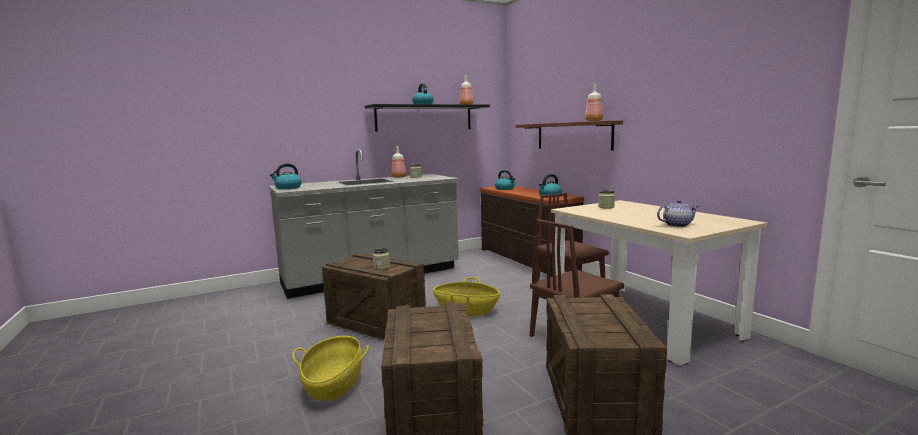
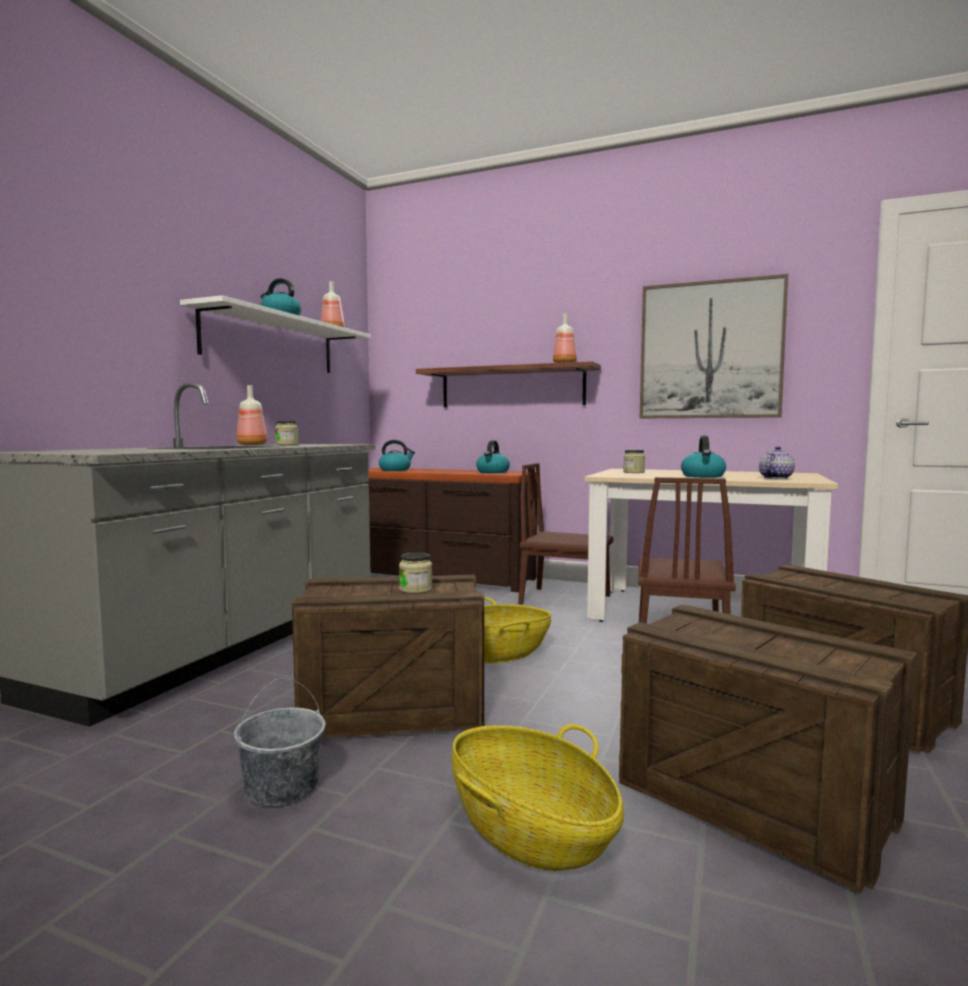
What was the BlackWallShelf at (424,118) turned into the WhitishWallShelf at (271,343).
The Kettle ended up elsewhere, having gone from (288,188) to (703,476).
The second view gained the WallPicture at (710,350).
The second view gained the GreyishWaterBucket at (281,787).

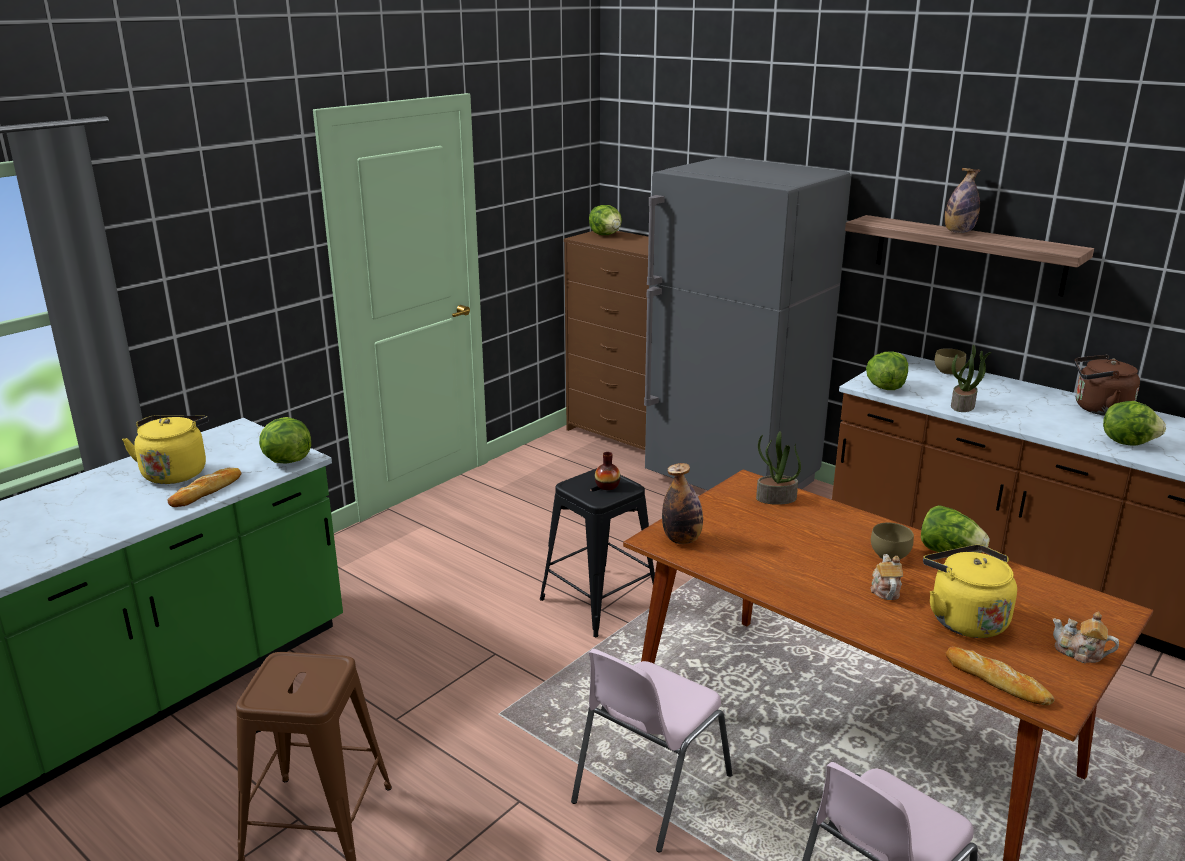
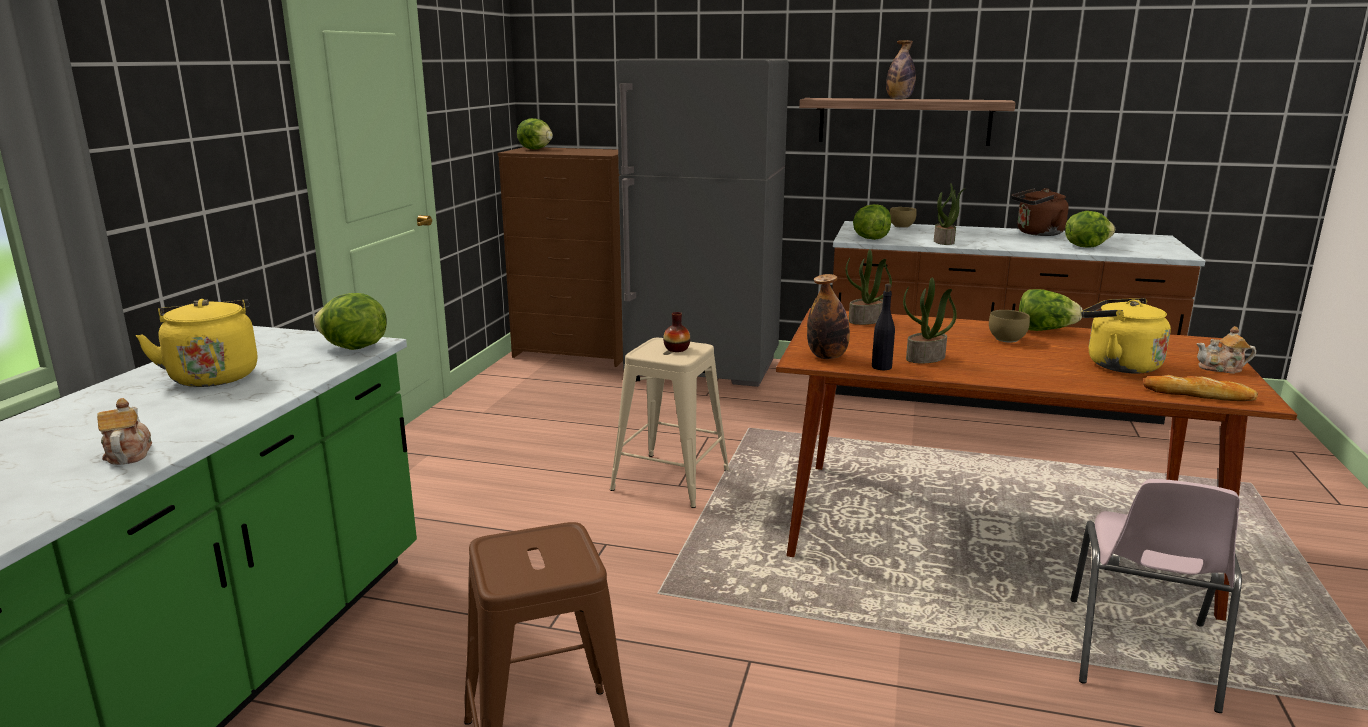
The second view lost the BakeryBread at (207,491).
What was the BlackStoolSeat at (599,602) turned into the SandColouredStoolSeat at (670,480).
The Teapot ended up elsewhere, having gone from (885,590) to (128,454).
The second view lost the PinkUprightChair at (649,789).
The second view gained the Houseplant at (925,358).
The second view gained the BlackDrinkBottle at (881,367).

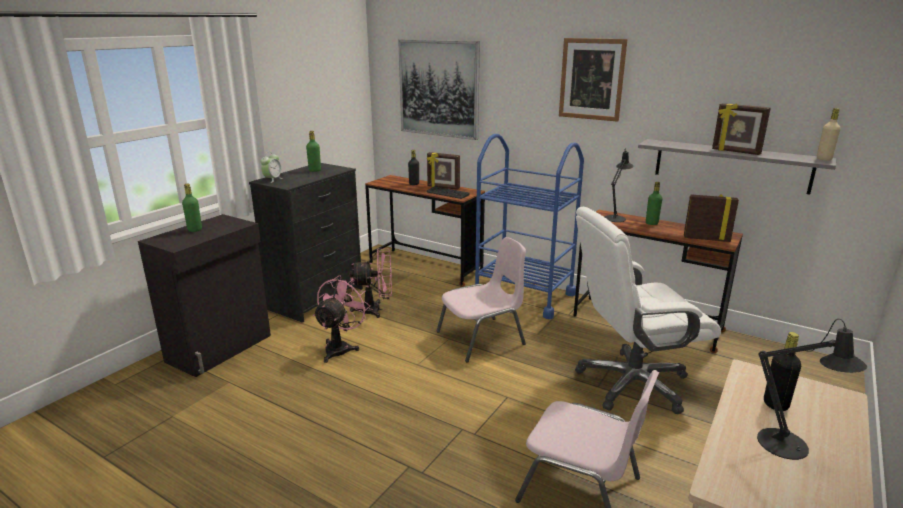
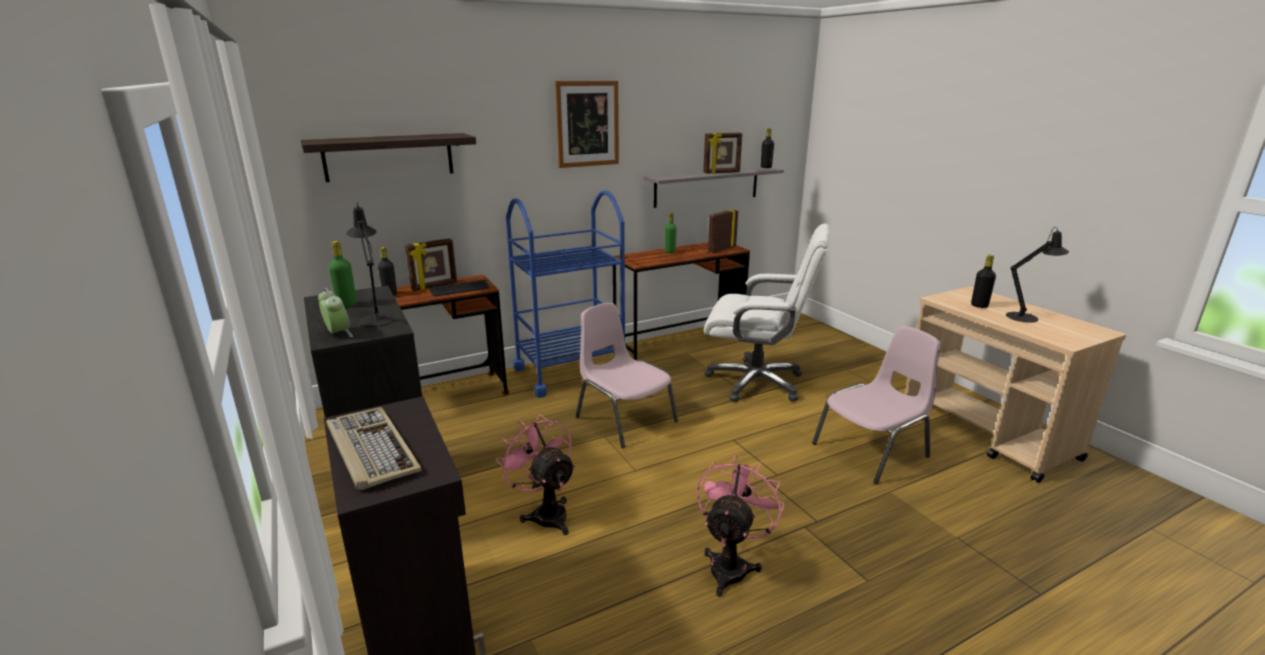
Where the WallPicture hung at (439,89), the WallShelf came to hang at (389,157).
What was the SandColouredDrinkBottle at (824,159) turned into the BlackDrinkBottle at (766,167).
The BlackTableLamp ended up elsewhere, having gone from (615,217) to (377,318).
Where the GreenDrinkBottle stood at (195,230), the PcKeyboard came to stand at (370,450).
The WhitishOfficeChair at (632,384) ended up facing another way, 90 degrees counterclockwise from before.
The PinkUprightChair at (482,338) ended up facing another way, 45 degrees counterclockwise from before.
The PinkFan ended up elsewhere, having gone from (376,310) to (731,564).

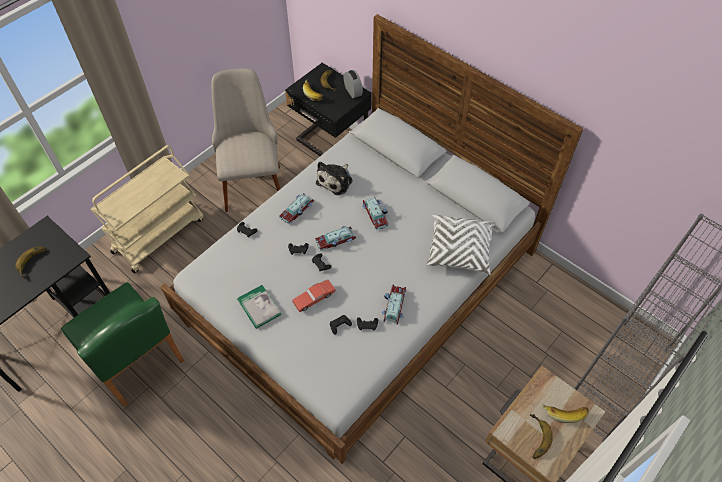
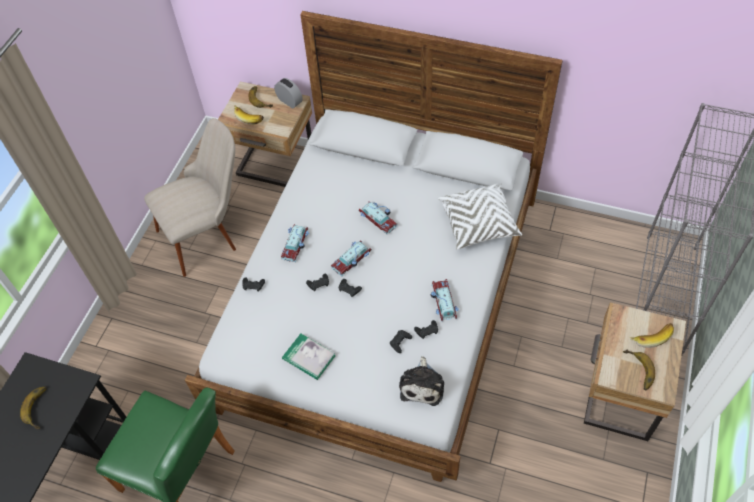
What was the BlackNightstand at (330,144) turned into the SandColouredNightstand at (275,166).
The SandColouredUprightChair at (252,178) ended up facing another way, 90 degrees clockwise from before.
The second view lost the SandColouredCart at (159,234).
The SoftToy ended up elsewhere, having gone from (336,180) to (422,385).
The second view lost the ReddishModelCar at (314,298).

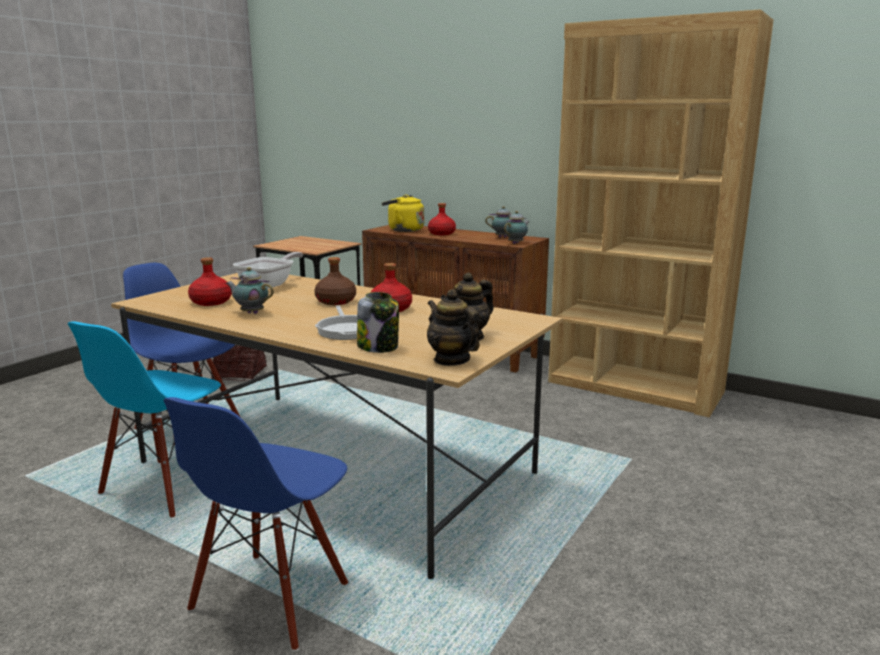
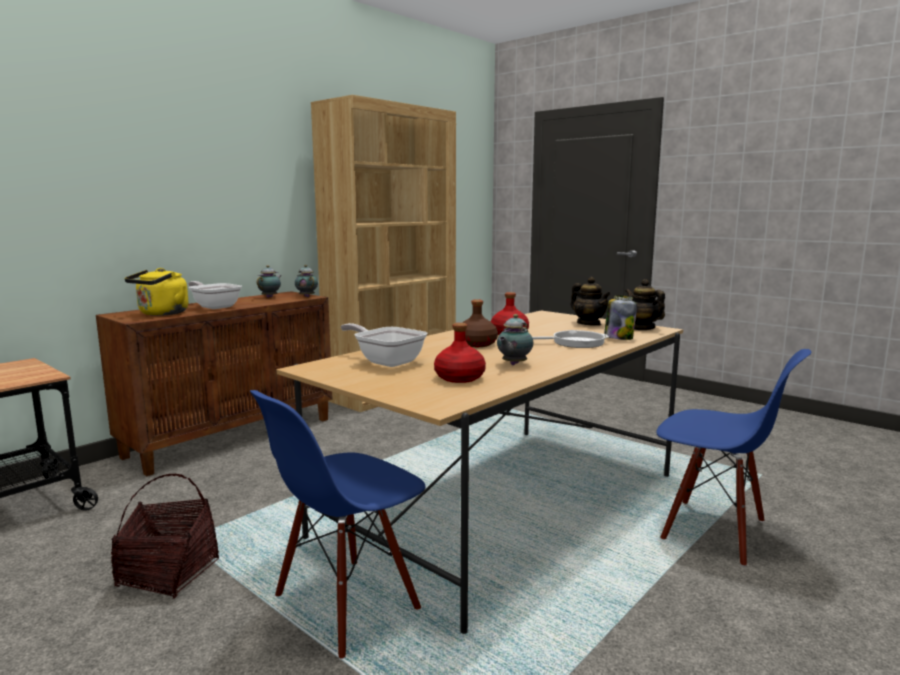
Where the ReddishDrinkBottle stood at (442,233), the Skillet came to stand at (214,306).
The Teapot at (451,360) ended up facing another way, 90 degrees clockwise from before.
The second view lost the BluishUprightChair at (164,488).

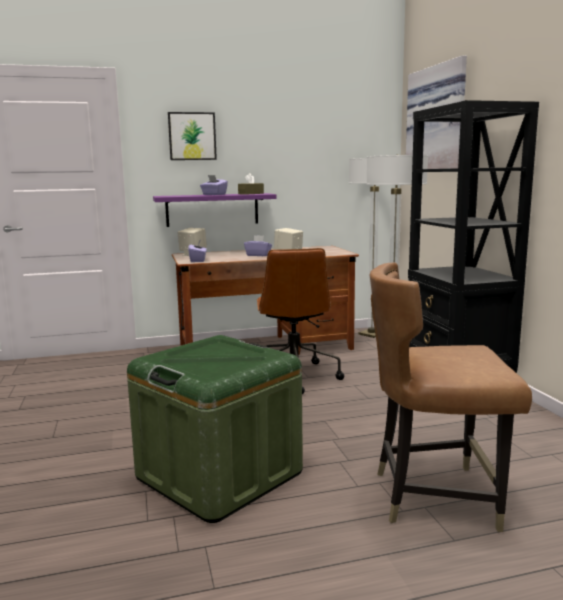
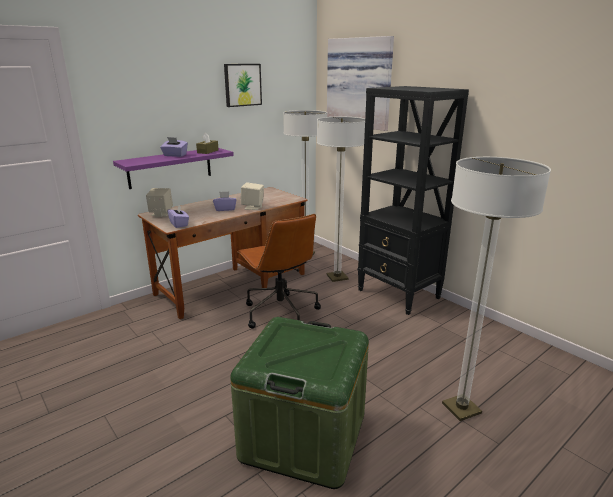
The WallPicture ended up elsewhere, having gone from (192,136) to (242,85).
Where the BrownishUprightChair stood at (435,496), the StandardLamp came to stand at (461,408).

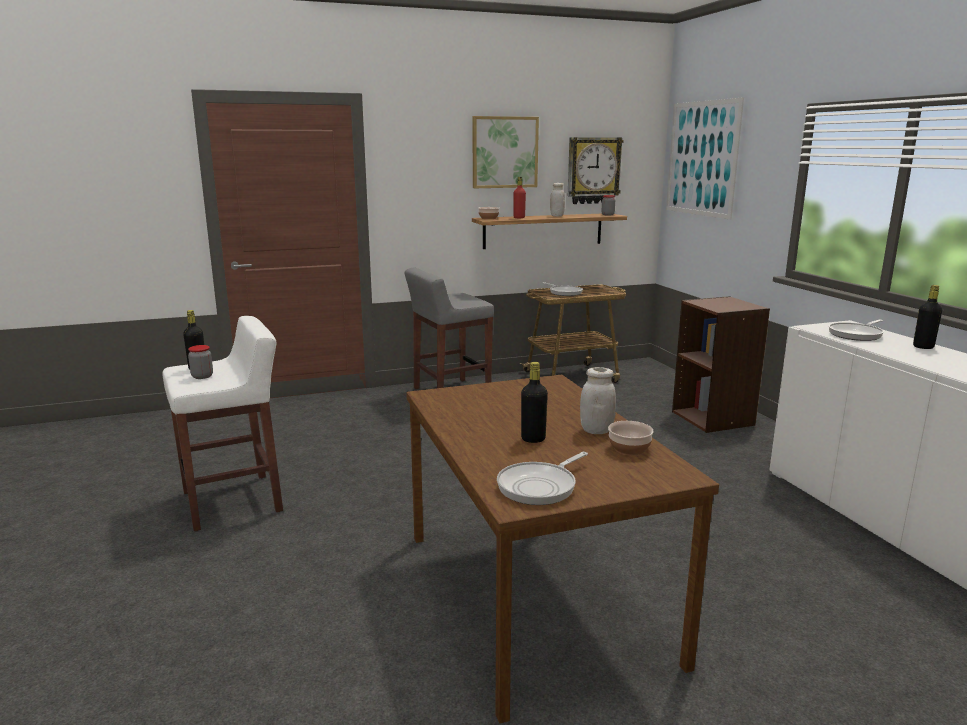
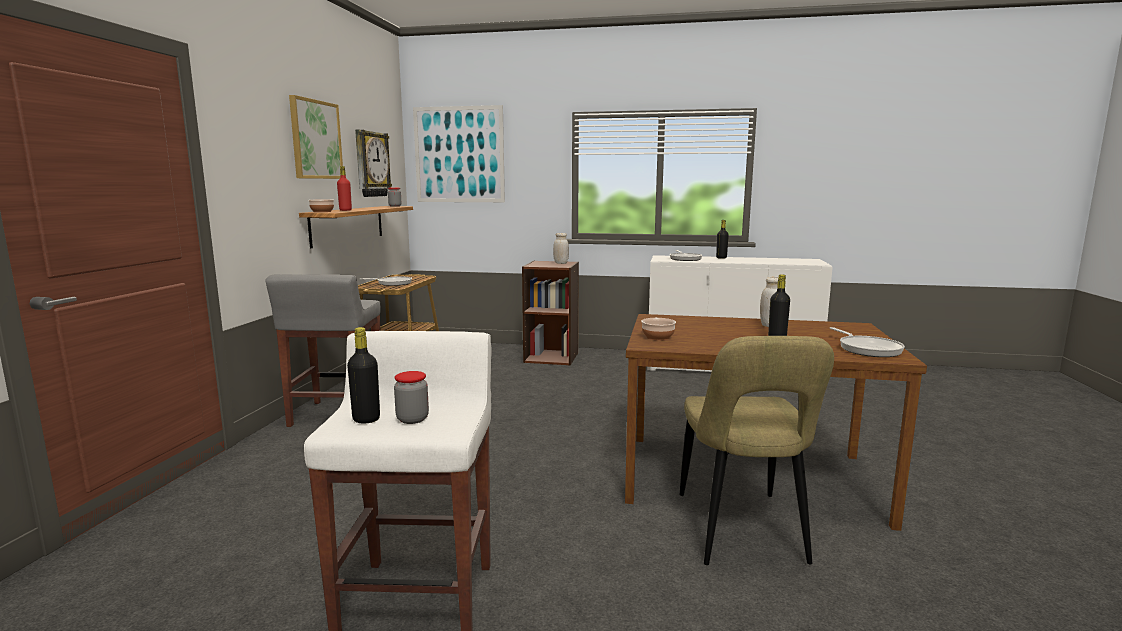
The WhitishStorageJar ended up elsewhere, having gone from (557,216) to (561,263).
The DeepDish ended up elsewhere, having gone from (629,449) to (658,337).
The second view gained the SandColouredUprightChair at (742,532).

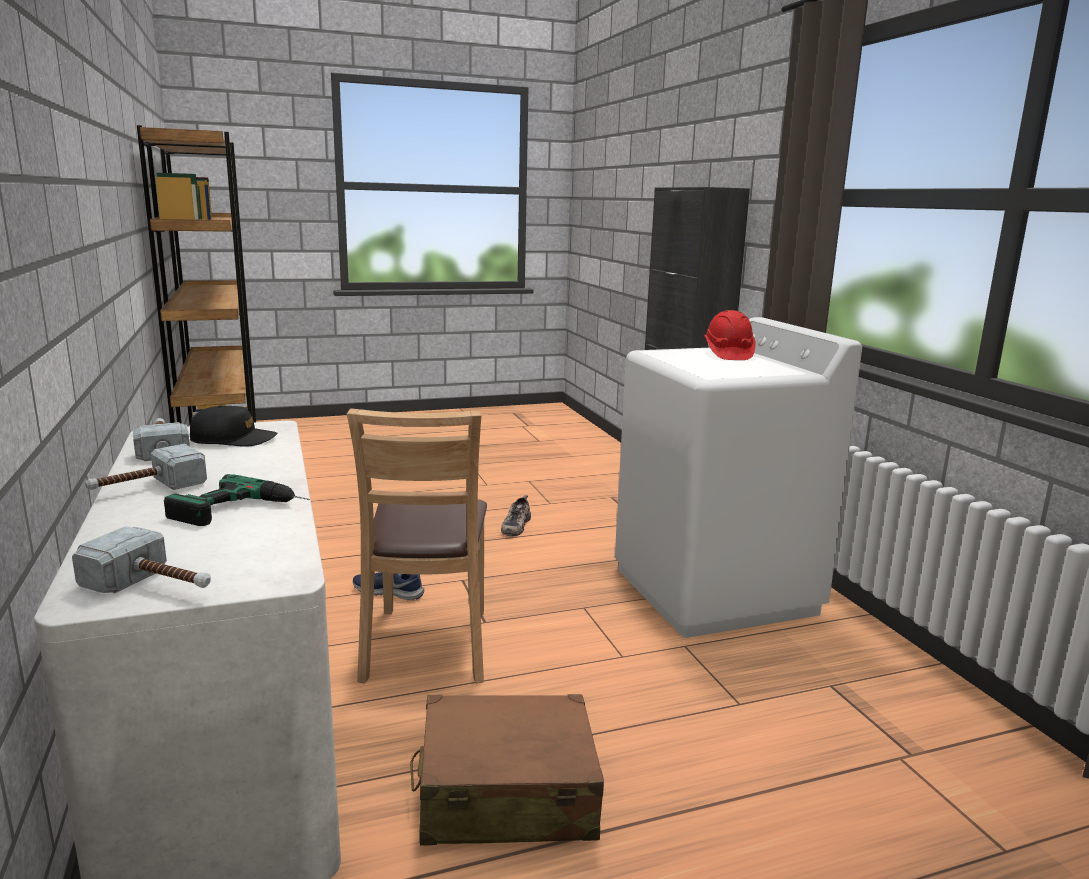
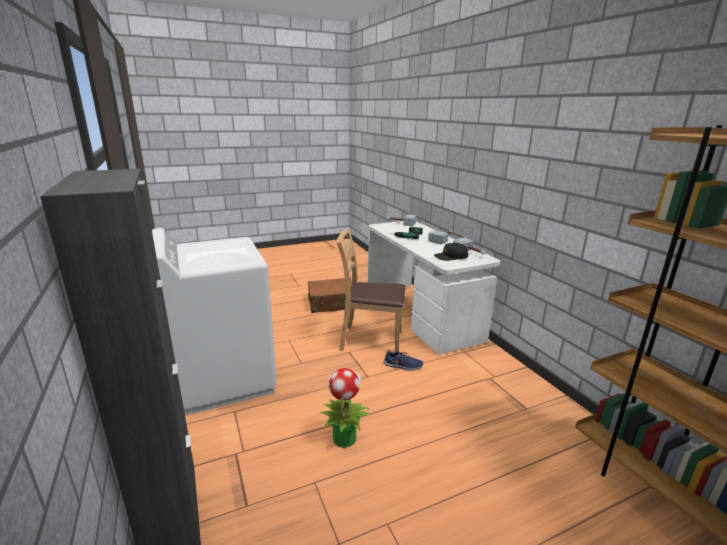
The second view lost the ReddishWorkHelmet at (728,354).
The BrownishUprightChair at (427,645) ended up facing another way, 75 degrees counterclockwise from before.
Where the Shoe stood at (515,525), the Houseplant came to stand at (344,438).

